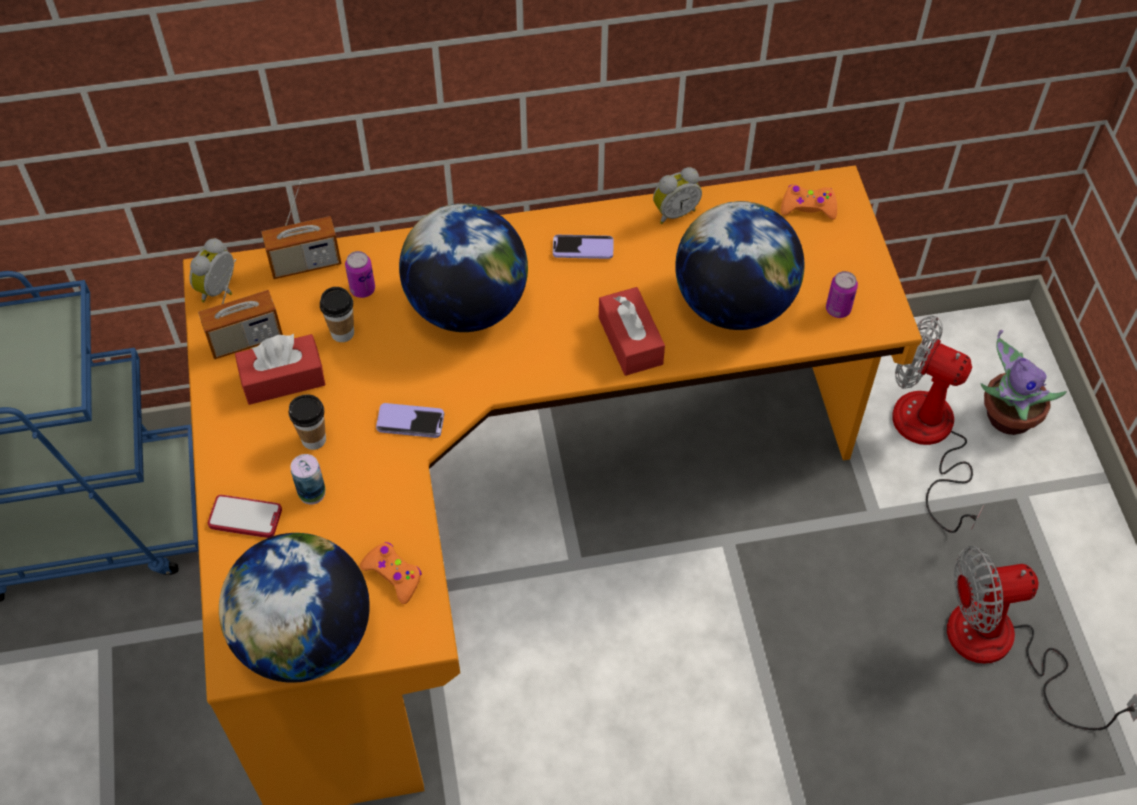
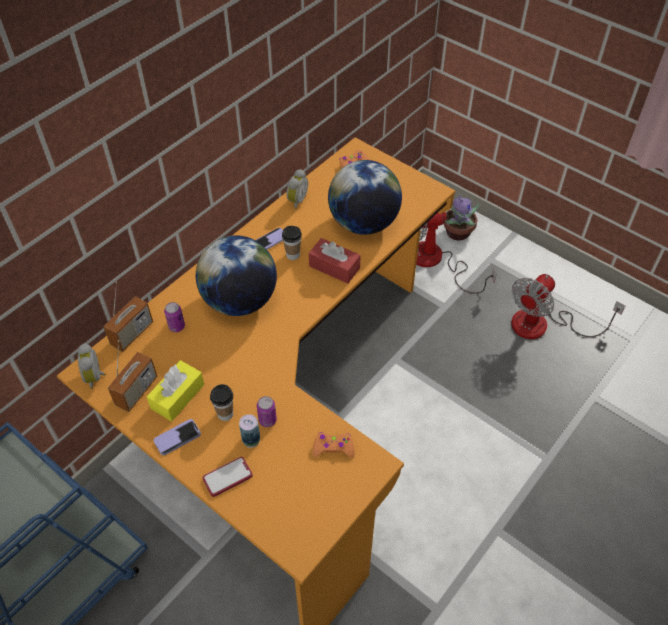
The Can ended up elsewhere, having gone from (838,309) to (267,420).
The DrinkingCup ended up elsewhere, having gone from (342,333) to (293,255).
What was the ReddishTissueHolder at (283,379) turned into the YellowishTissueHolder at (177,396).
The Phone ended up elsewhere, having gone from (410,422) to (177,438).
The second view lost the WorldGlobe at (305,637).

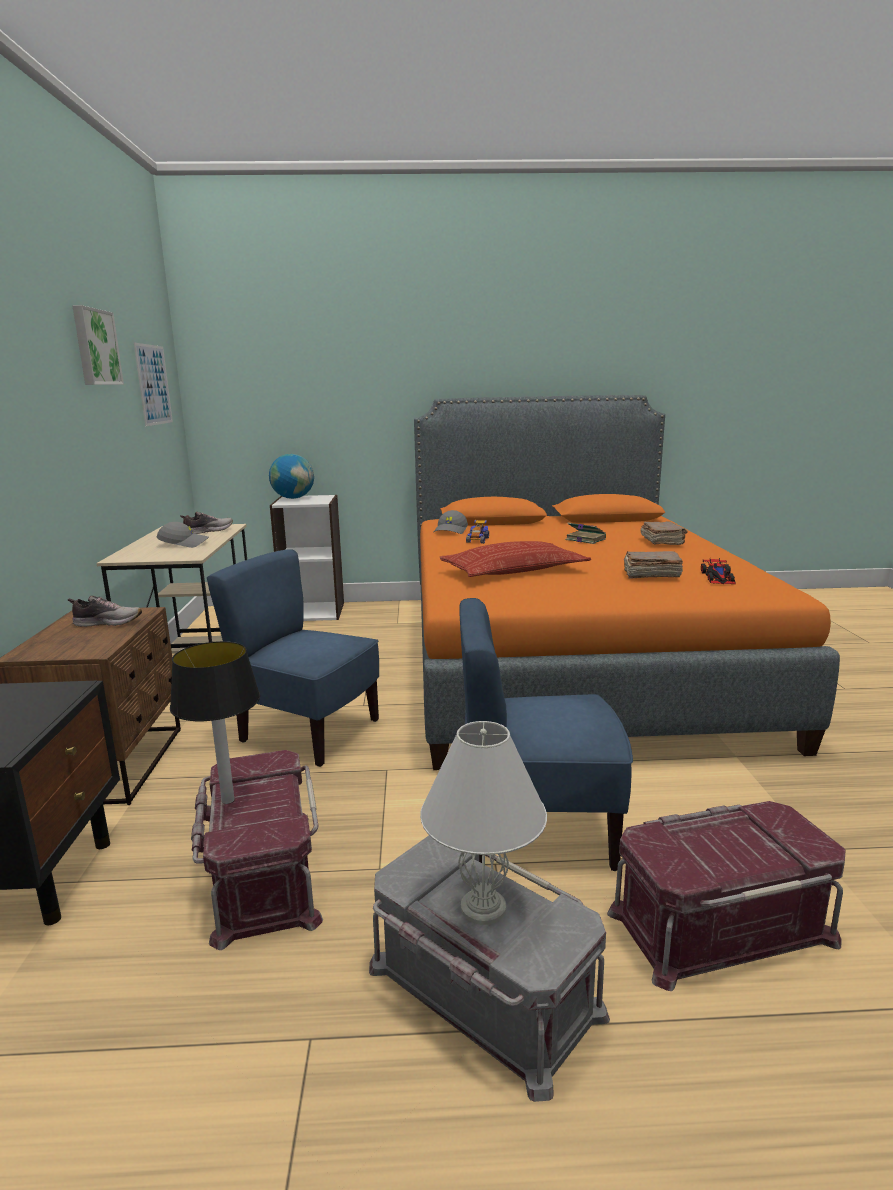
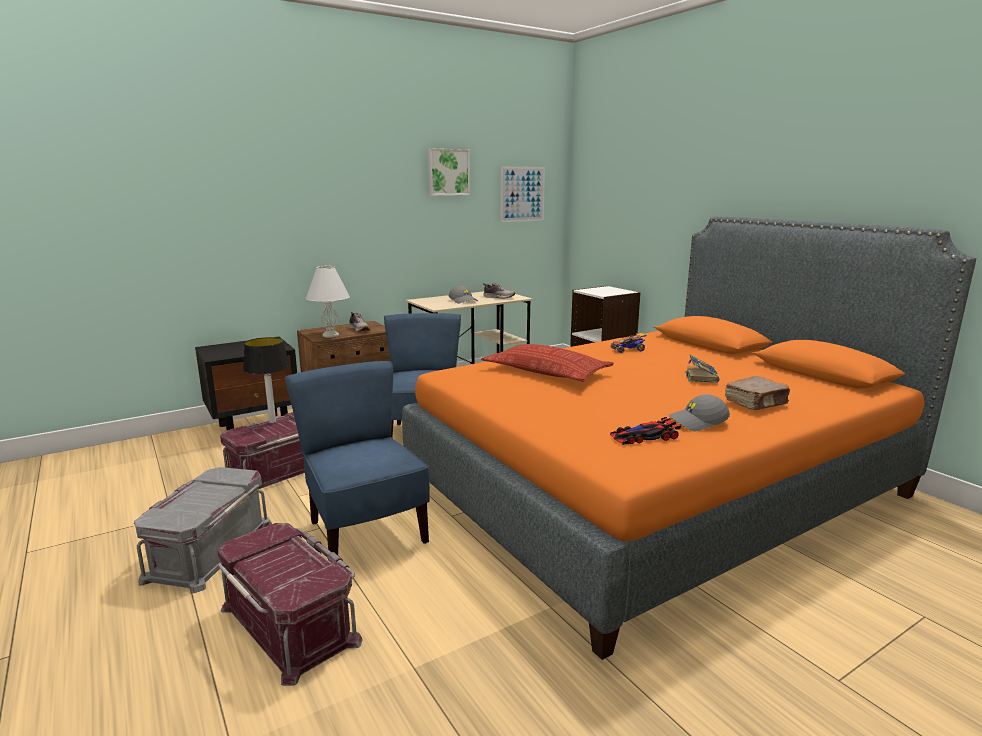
The second view lost the WorldGlobe at (293,498).
The GreyishBaseballCap ended up elsewhere, having gone from (451,530) to (698,422).
The second view lost the BrownishBook at (650,575).
The WhitishTableLamp ended up elsewhere, having gone from (482,907) to (331,335).

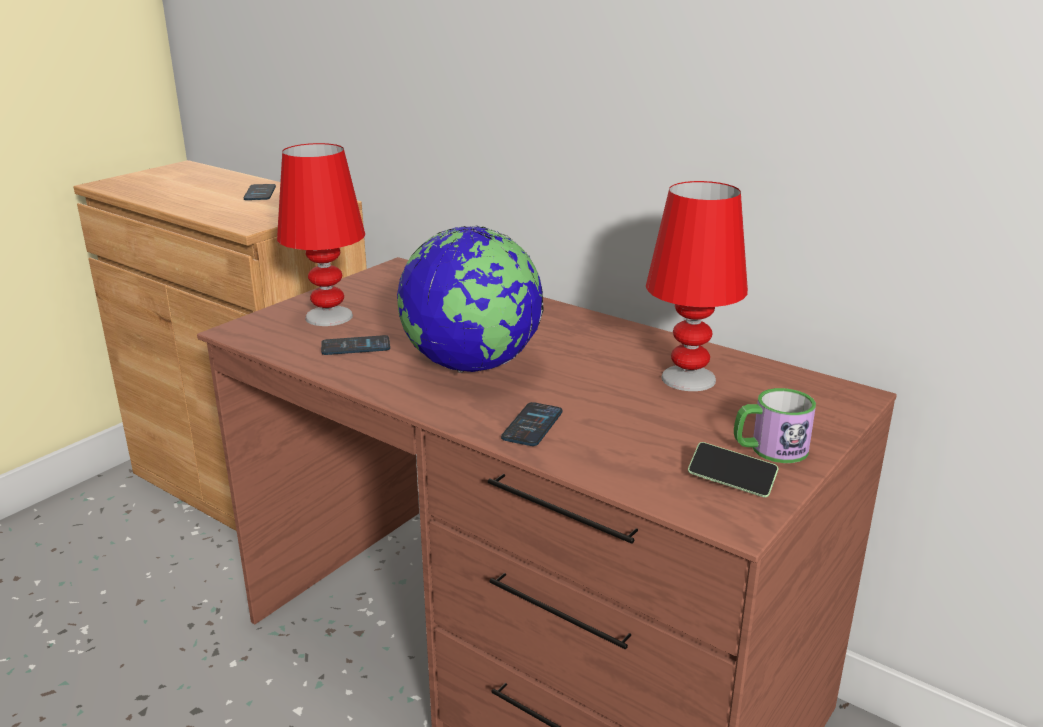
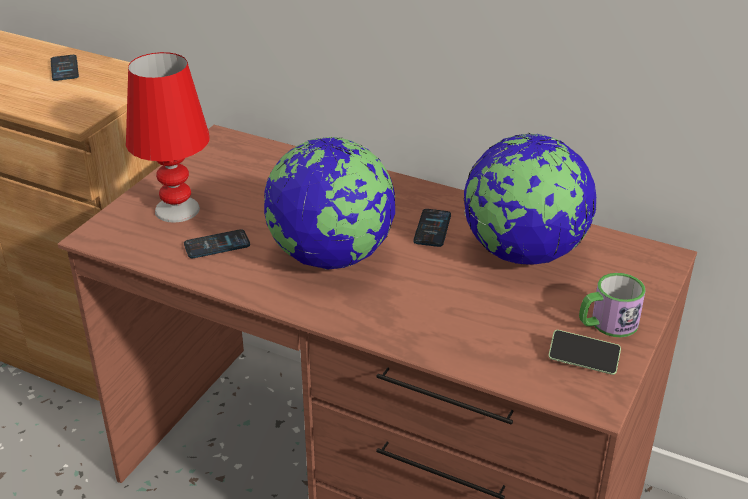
Where the ReddishTableLamp stood at (688,379), the WorldGlobe came to stand at (523,253).
The Phone ended up elsewhere, having gone from (532,425) to (432,228).

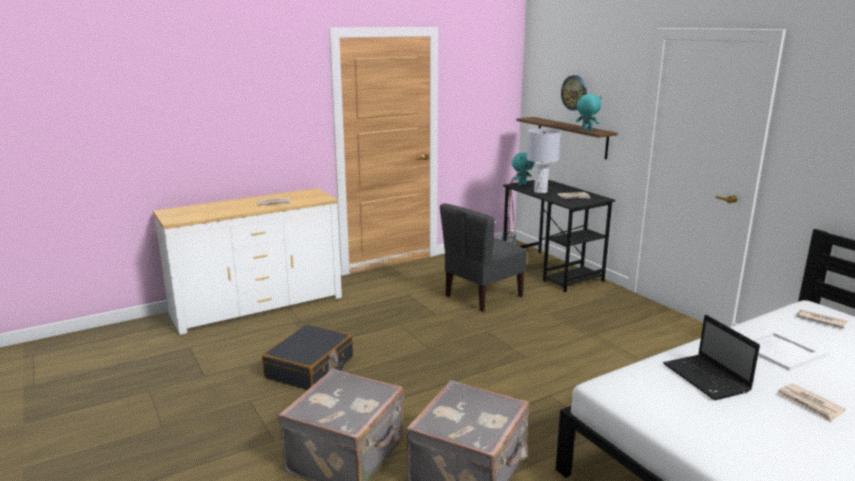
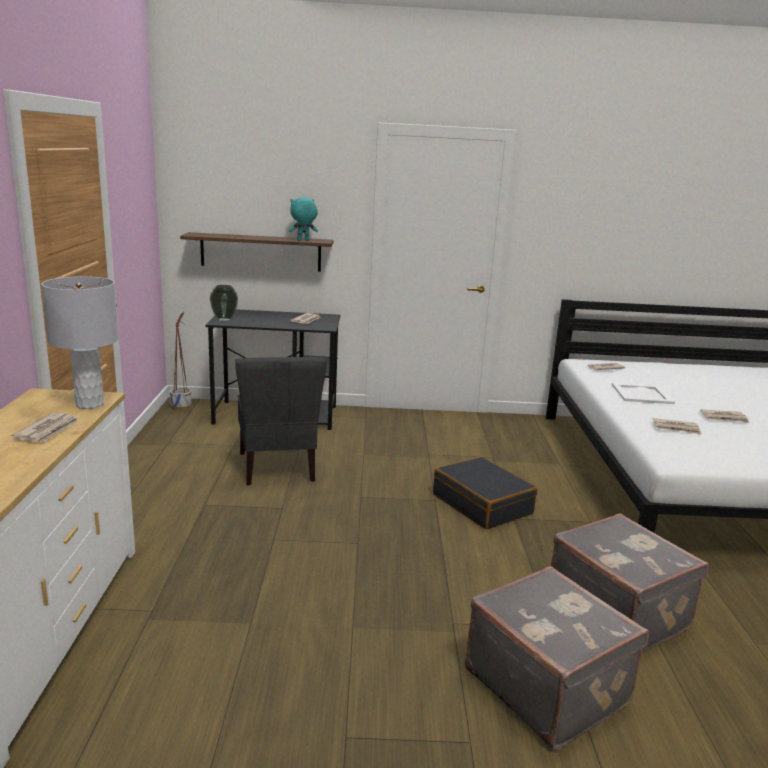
The second view lost the ClockOnTheWall at (574,92).
The GreyishTableLamp ended up elsewhere, having gone from (540,191) to (89,404).
Where the BlueGreenSoftToy stood at (522,184), the DecorativeVase came to stand at (224,320).
Where the PortableComputer stood at (707,379), the PrintedPaper came to stand at (676,428).
The BlackTravelCase ended up elsewhere, having gone from (310,368) to (482,504).

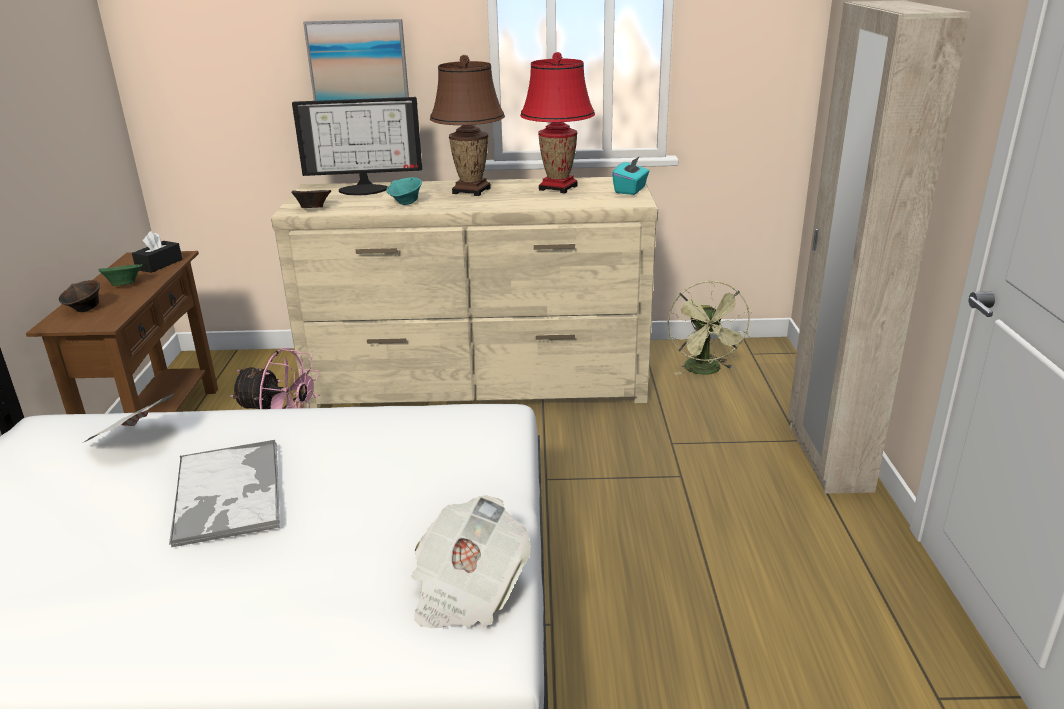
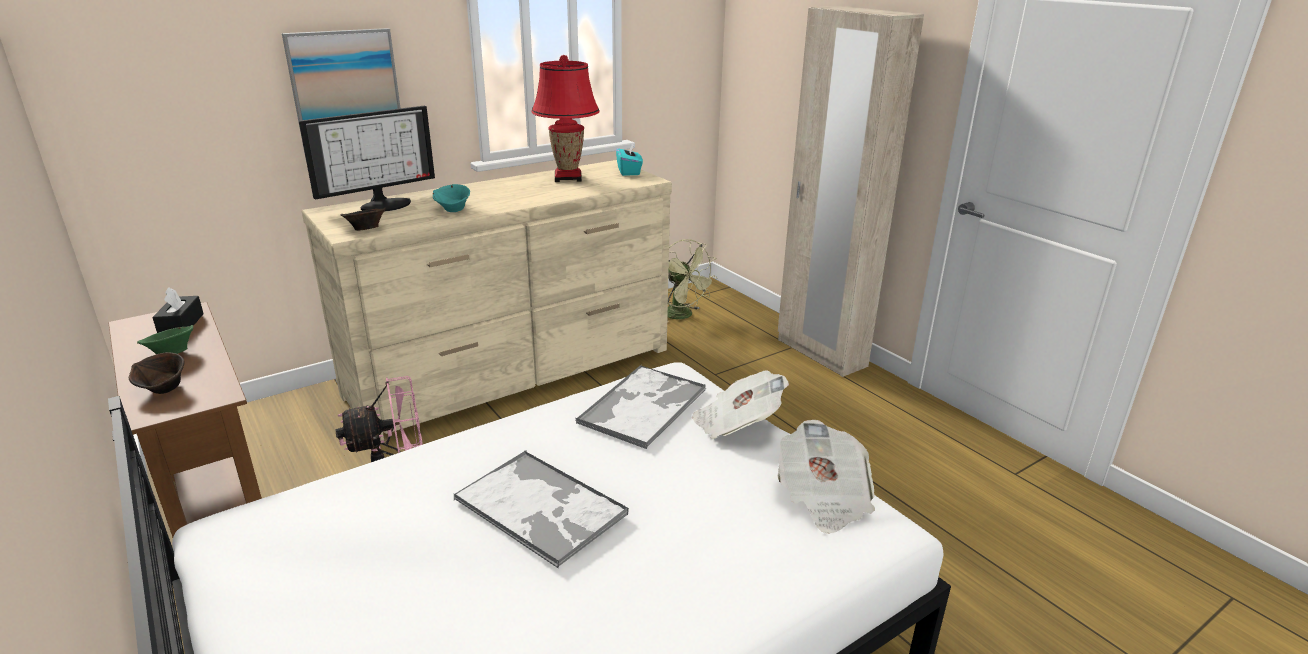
The second view lost the BrownishTableLamp at (472,191).
The PrintedPaper ended up elsewhere, having gone from (134,439) to (737,424).
The second view gained the Tray at (643,406).

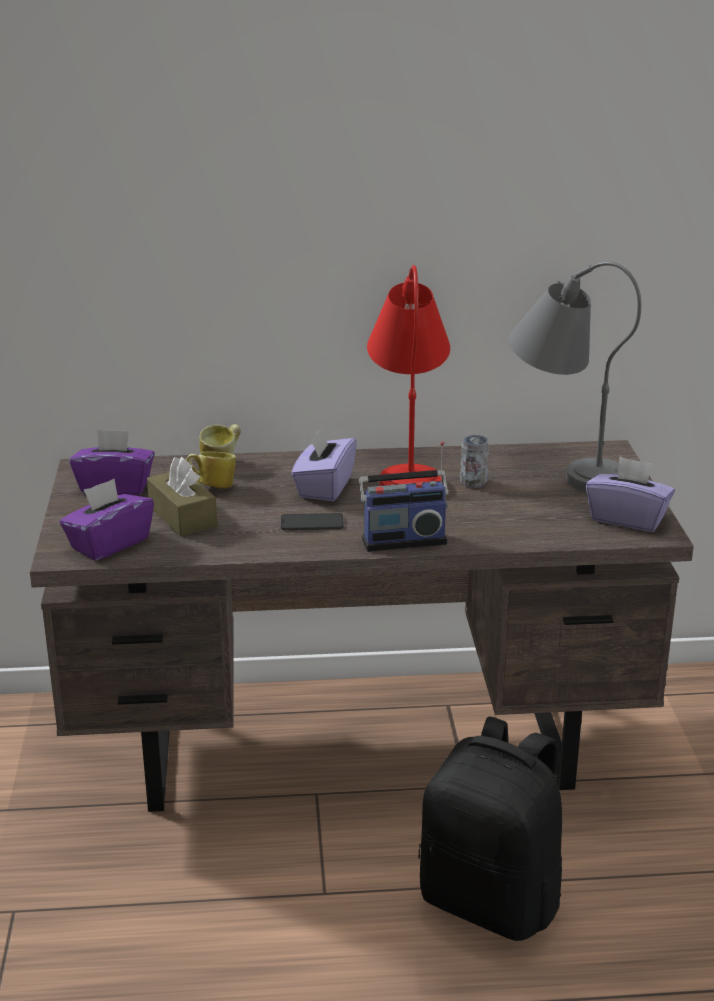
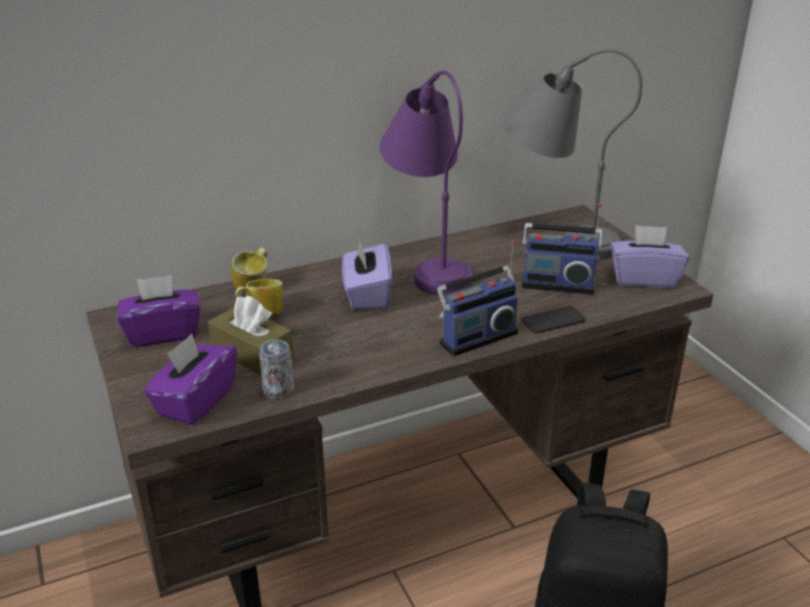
What was the ReddishTableLamp at (409,468) turned into the PurpleTableLamp at (428,261).
The Can ended up elsewhere, having gone from (473,482) to (278,391).
The Phone ended up elsewhere, having gone from (312,523) to (553,320).
The second view gained the Radio at (557,283).

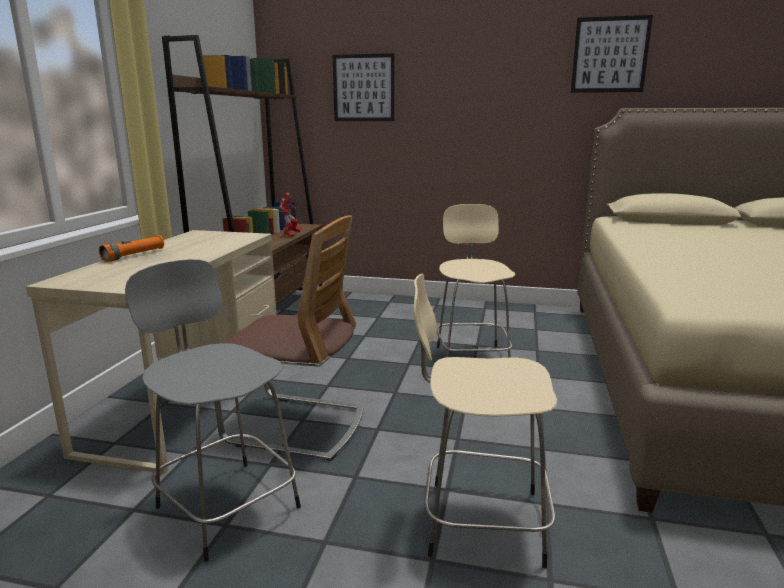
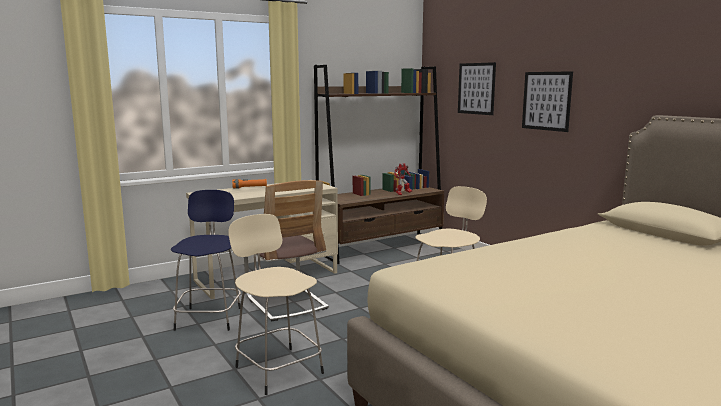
The WallPicture ended up elsewhere, having gone from (610,55) to (546,101).
What was the GreyishStoolSeat at (225,504) turned into the BluishStoolSeat at (209,317).

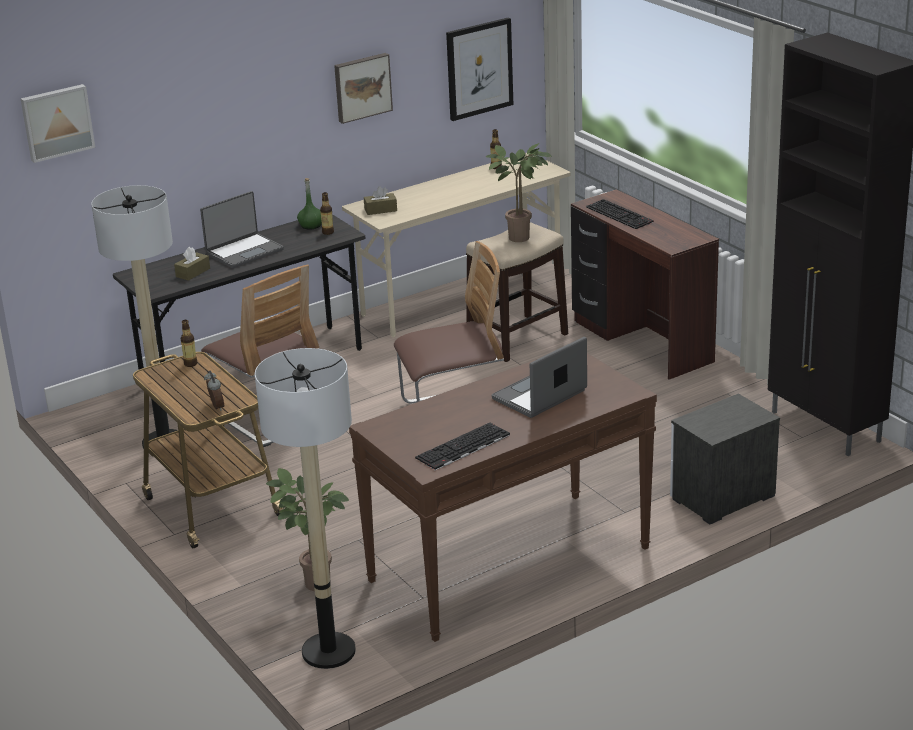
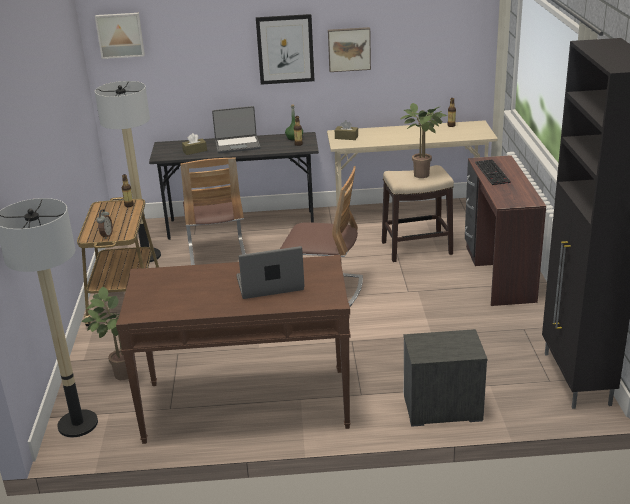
The WallPicture ended up elsewhere, having gone from (479,68) to (285,49).
The second view lost the PcKeyboard at (463,447).

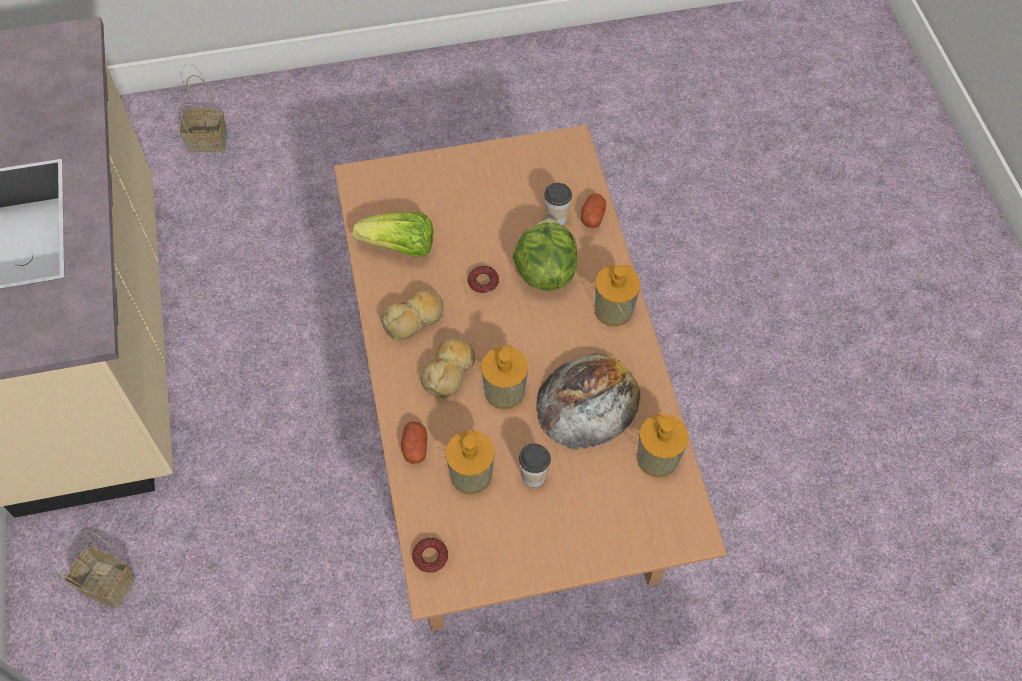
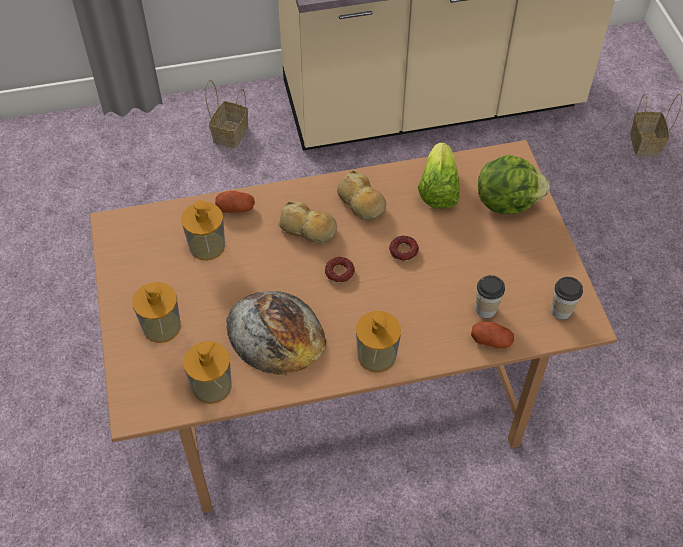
The LettuceHead ended up elsewhere, having gone from (545,271) to (507,201).
The SoapDispenser ended up elsewhere, having gone from (504,391) to (161,326).
The DrinkingCup ended up elsewhere, having gone from (533,476) to (561,311).
The Donut ended up elsewhere, having gone from (430,557) to (339,272).

